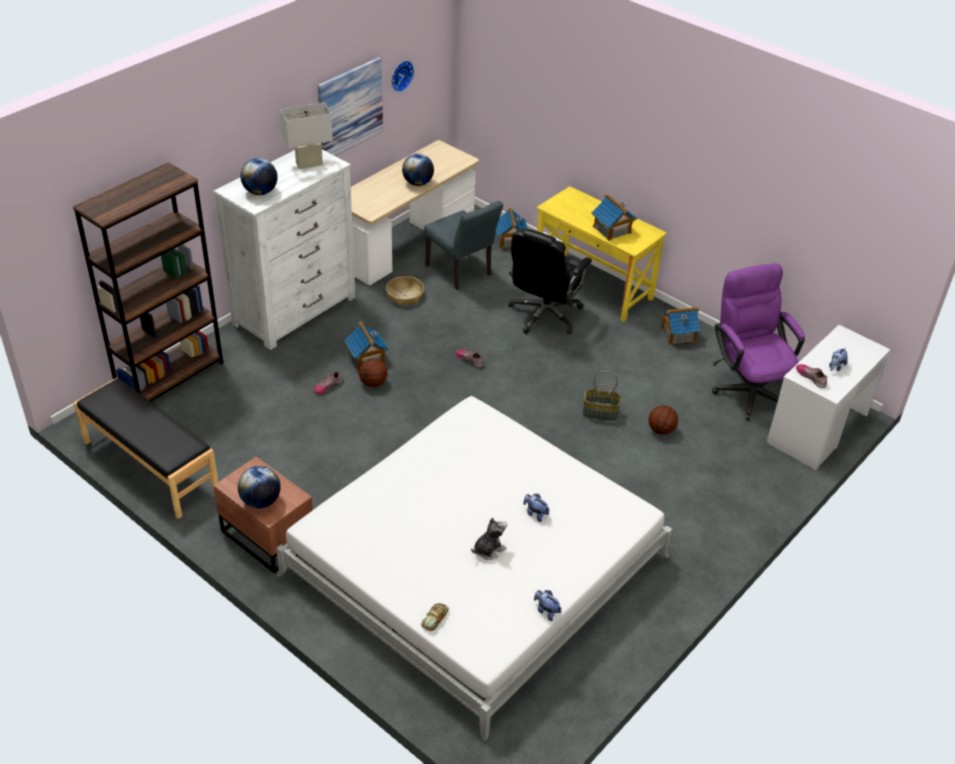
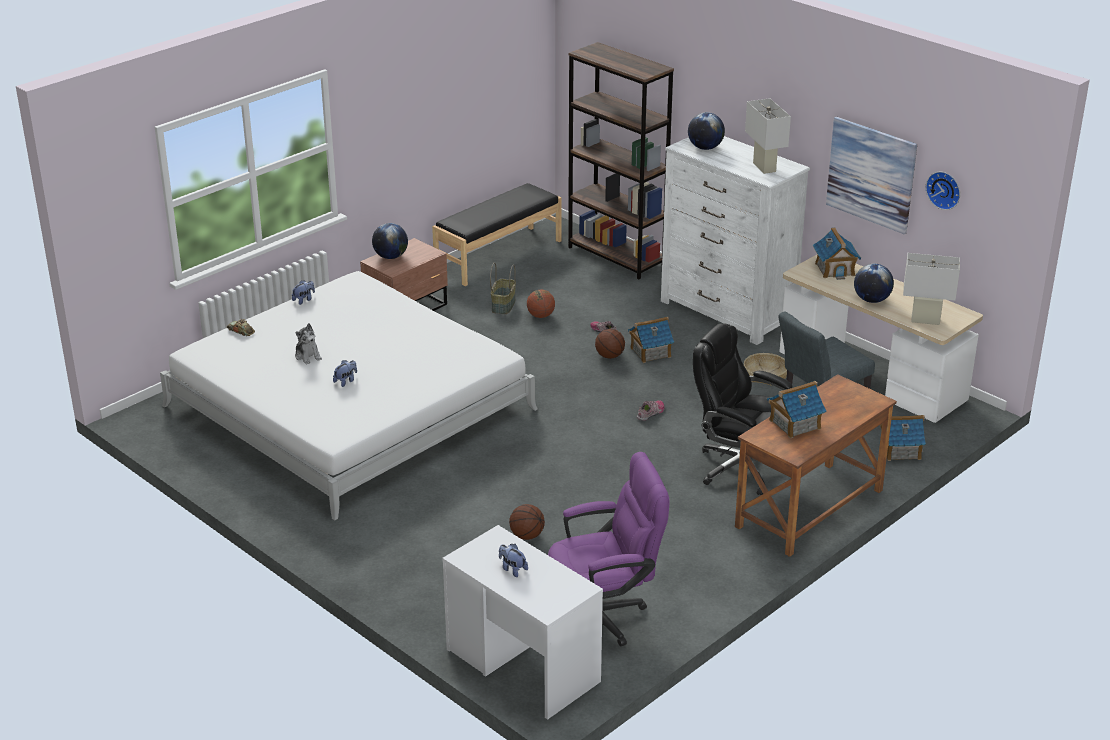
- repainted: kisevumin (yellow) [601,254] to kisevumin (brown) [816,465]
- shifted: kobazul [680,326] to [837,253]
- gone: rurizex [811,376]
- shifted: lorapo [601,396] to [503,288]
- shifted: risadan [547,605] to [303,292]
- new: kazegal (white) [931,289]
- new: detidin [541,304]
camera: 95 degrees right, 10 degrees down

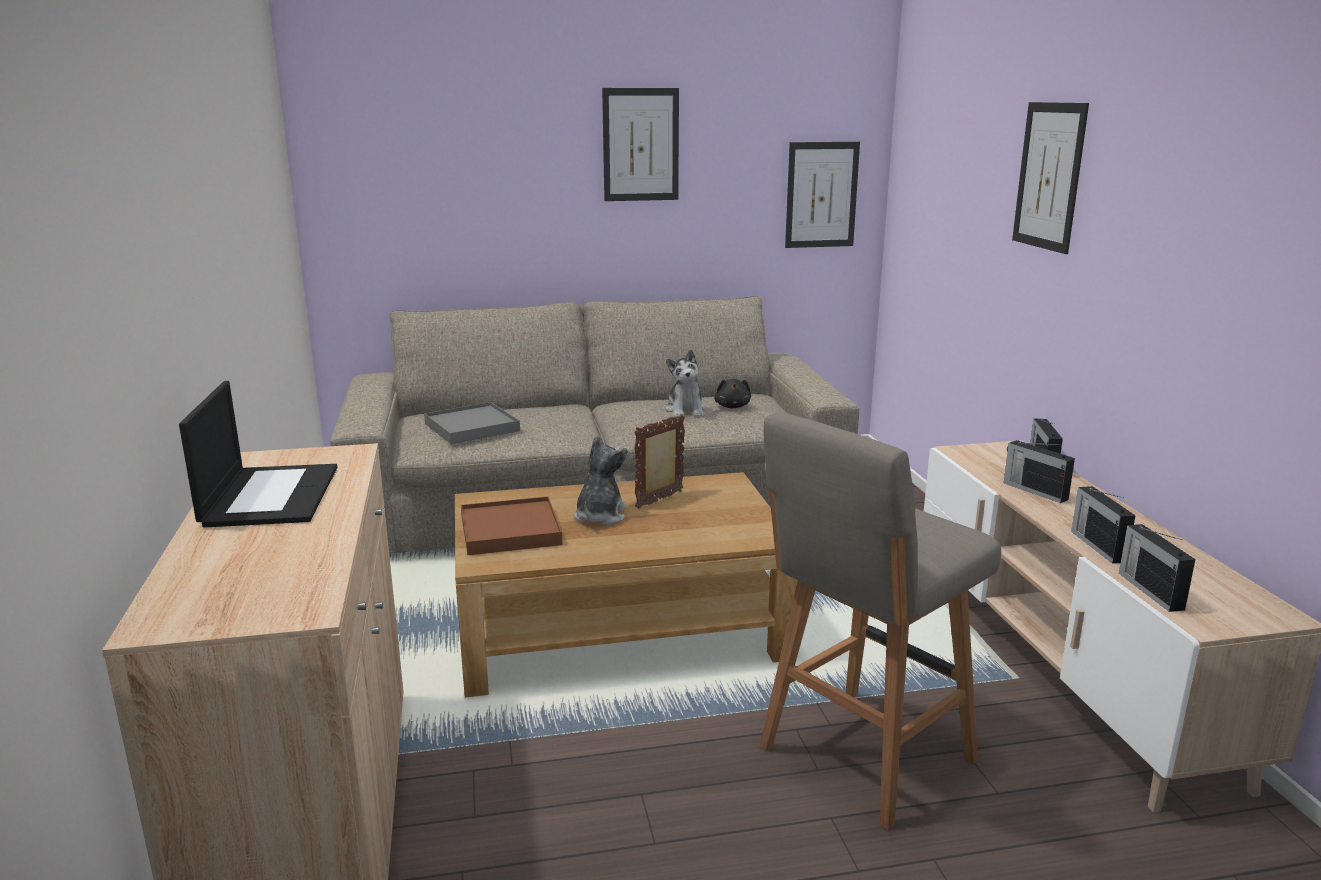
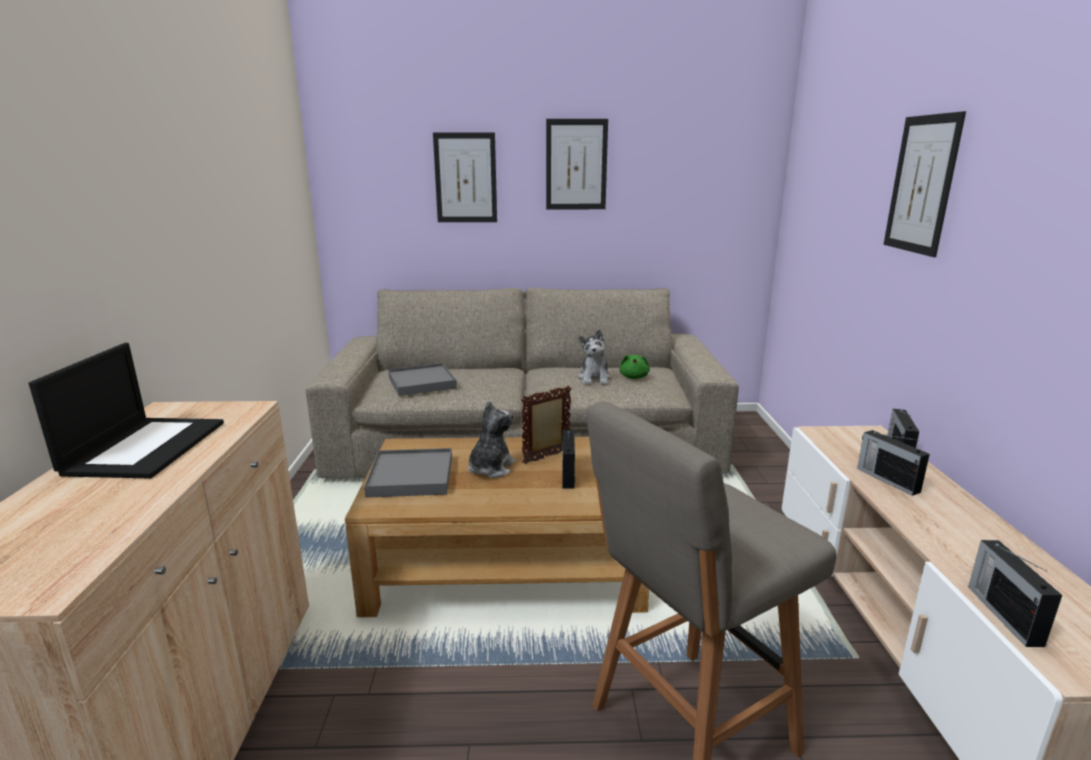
- shifted: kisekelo [822,195] to [465,177]
- repainted: risadan (black) [732,393] to risadan (green) [634,367]
- shifted: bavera [1103,525] to [568,459]
- repainted: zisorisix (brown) [511,525] to zisorisix (grey) [408,473]
camera: 10 degrees right, 0 degrees up

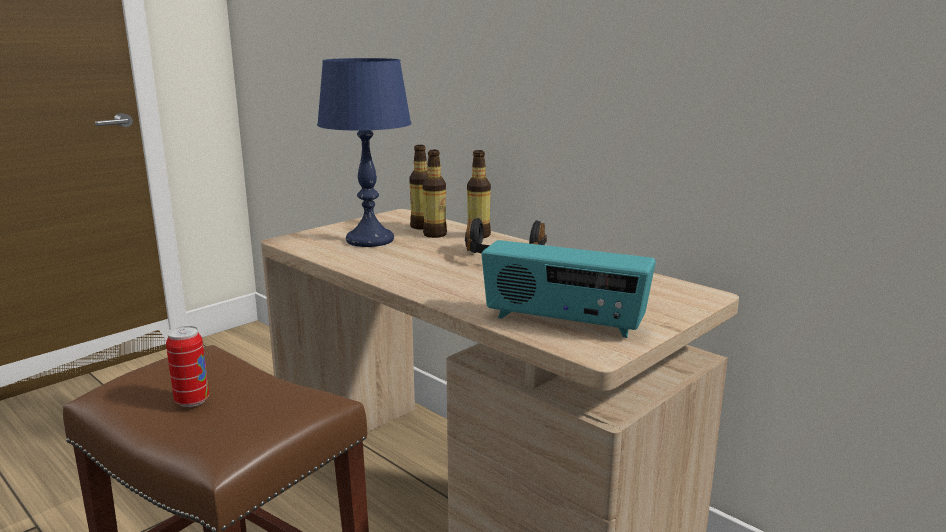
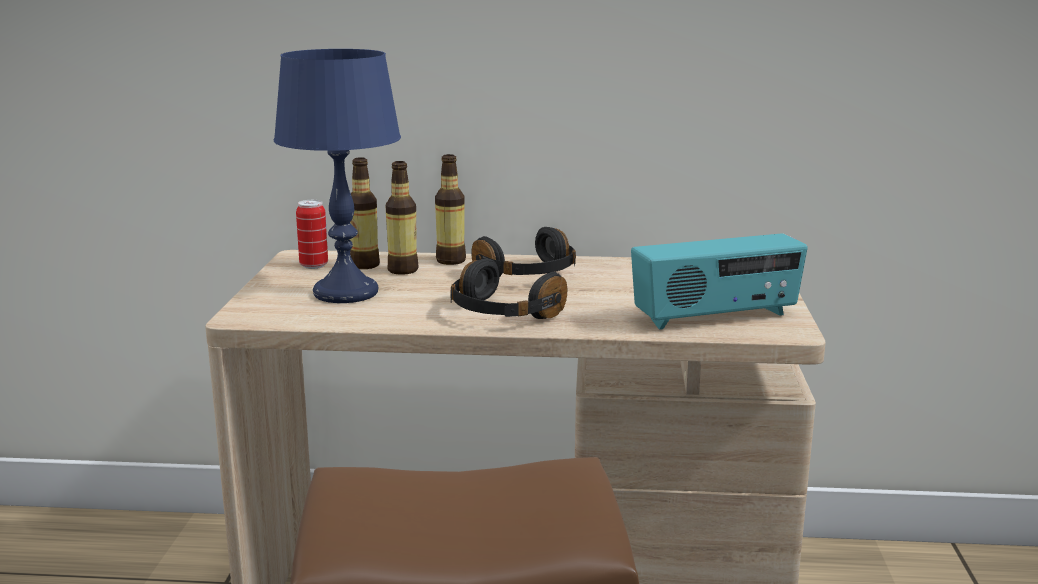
- shifted: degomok [187,366] to [312,234]
- new: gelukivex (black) [508,289]
camera: 40 degrees left, 0 degrees up

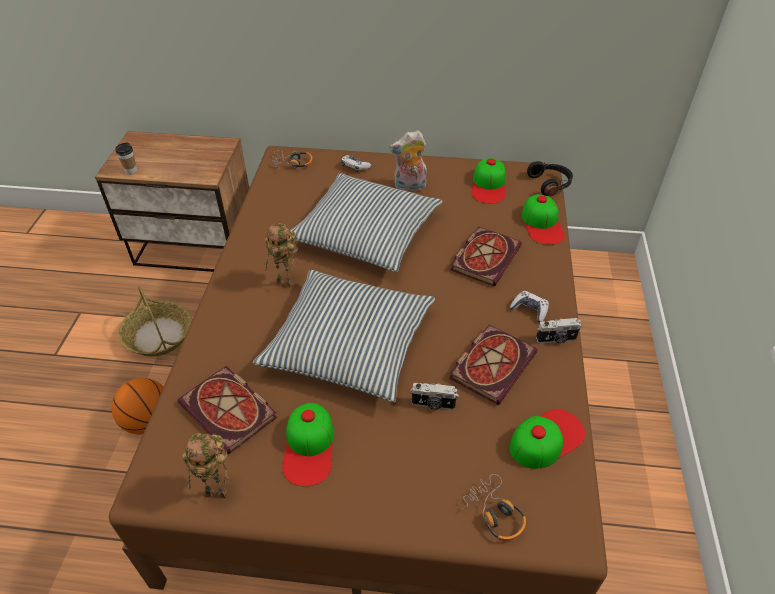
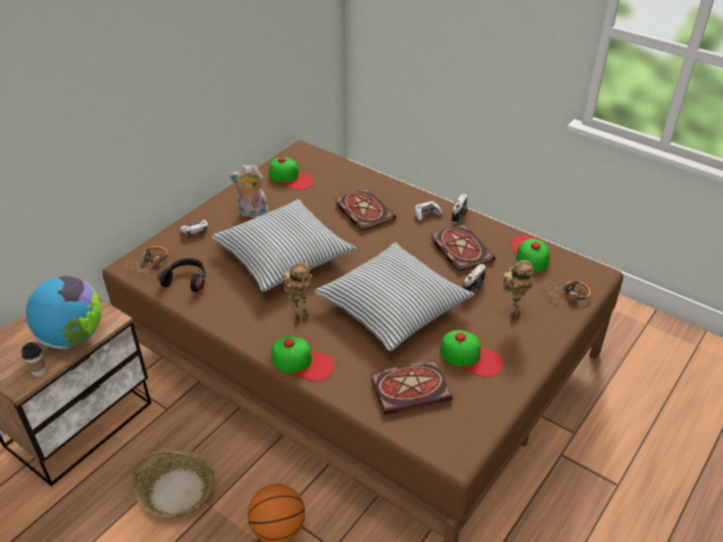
- rotated: risadan [408,160] = [250,191] 75 degrees clockwise
- shifted: gelukivex (black) [550,178] to [181,275]
- shifted: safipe [543,219] to [303,358]
- shifted: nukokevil [205,466] to [518,291]
- new: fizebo [64,312]
camera: 60 degrees left, 5 degrees down

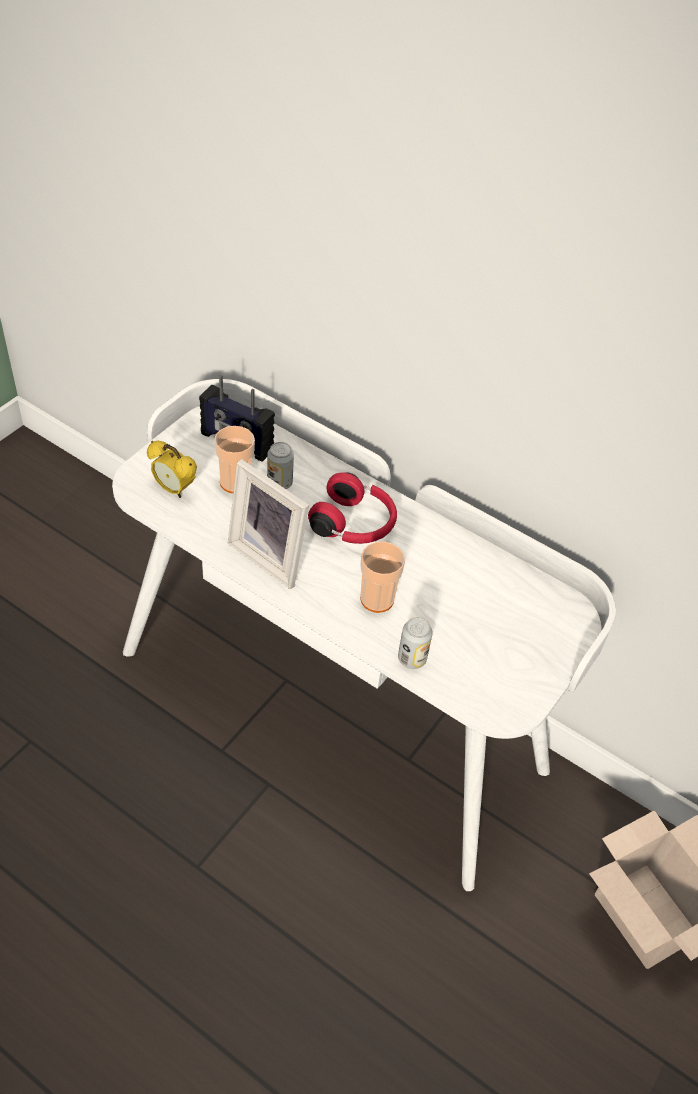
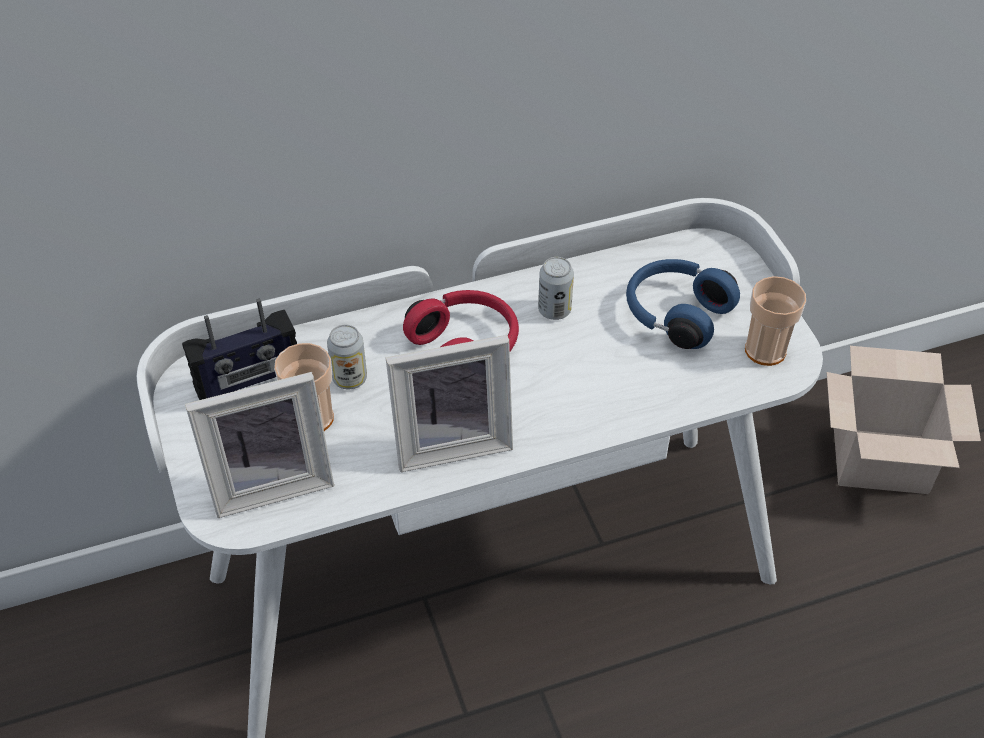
- swapped: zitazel [172,469] to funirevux [259,445]
- shifted: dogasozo [382,577] to [775,321]
- shifted: degomok [415,643] to [556,288]
- new: gelukivex (blue) [683,304]
camera: 50 degrees left, 0 degrees up

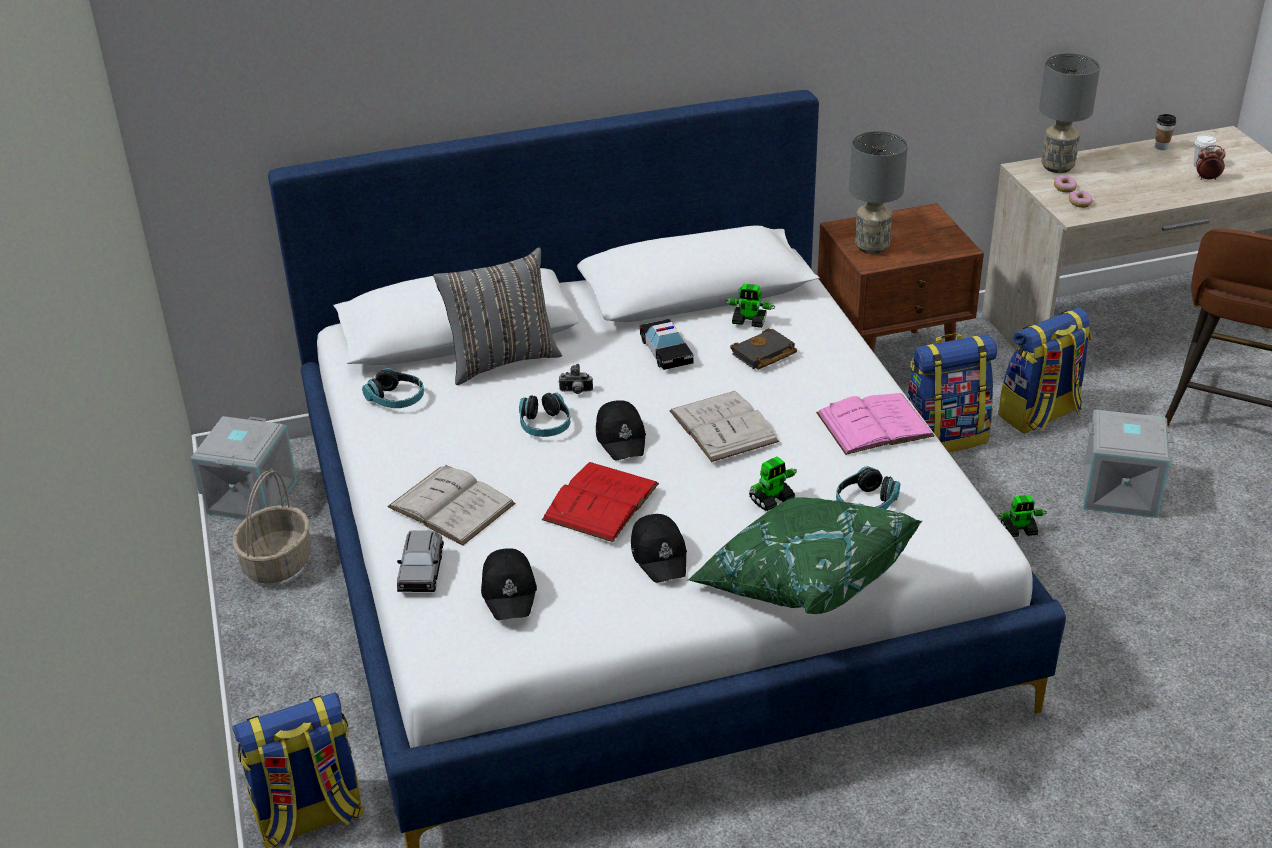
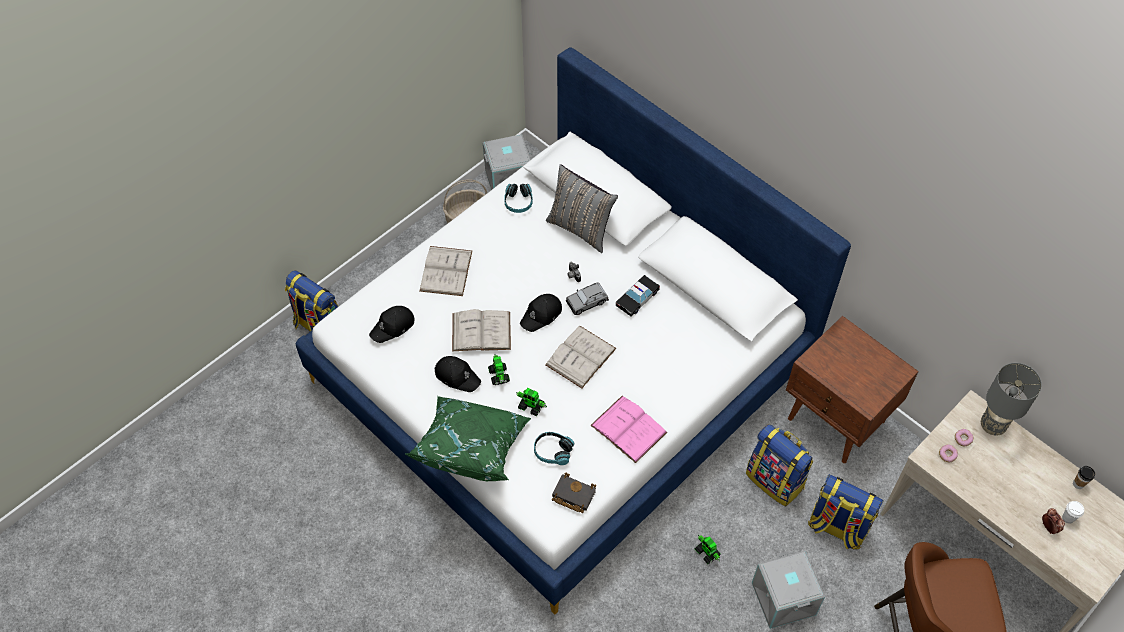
- gone: kazegal (grey) [878,192]
- shifted: nukokevil [750,306] to [499,369]
- shifted: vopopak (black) [763,349] to [574,493]
- gone: gelukivex [545,415]
- repainted: vopopak (red) [600,502] to vopopak (white) [481,330]
- rotated: safipe (black) [659,548] = [457,374] 105 degrees counterclockwise
- shifted: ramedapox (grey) [420,561] to [587,299]
camera: 60 degrees right, 20 degrees up

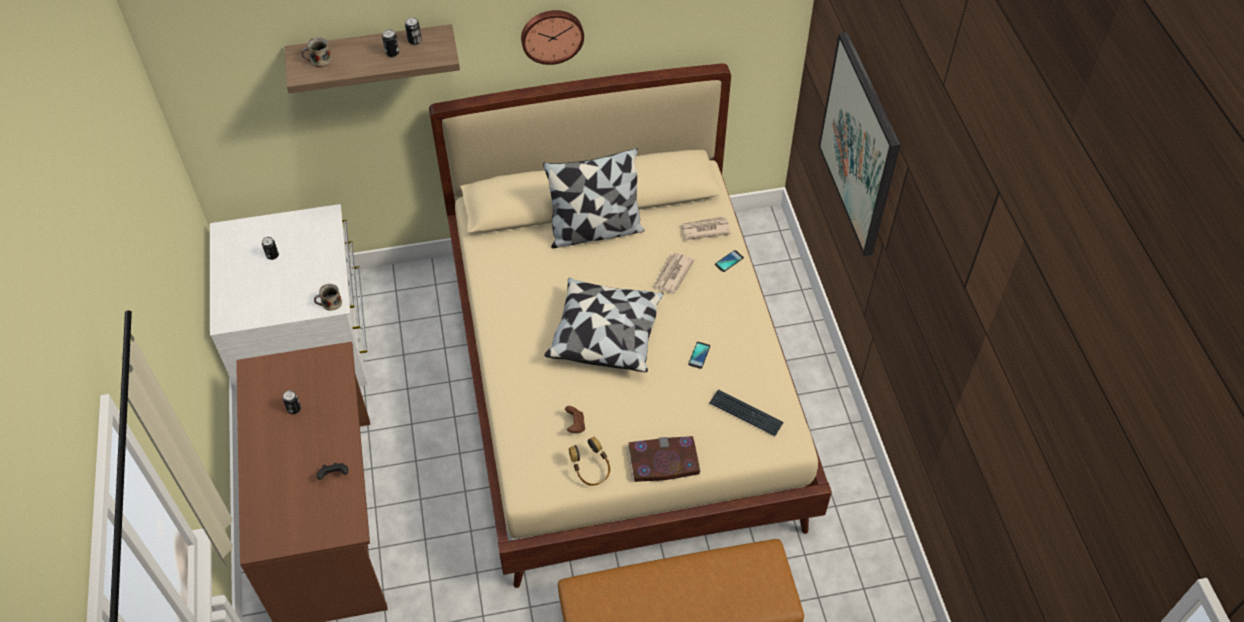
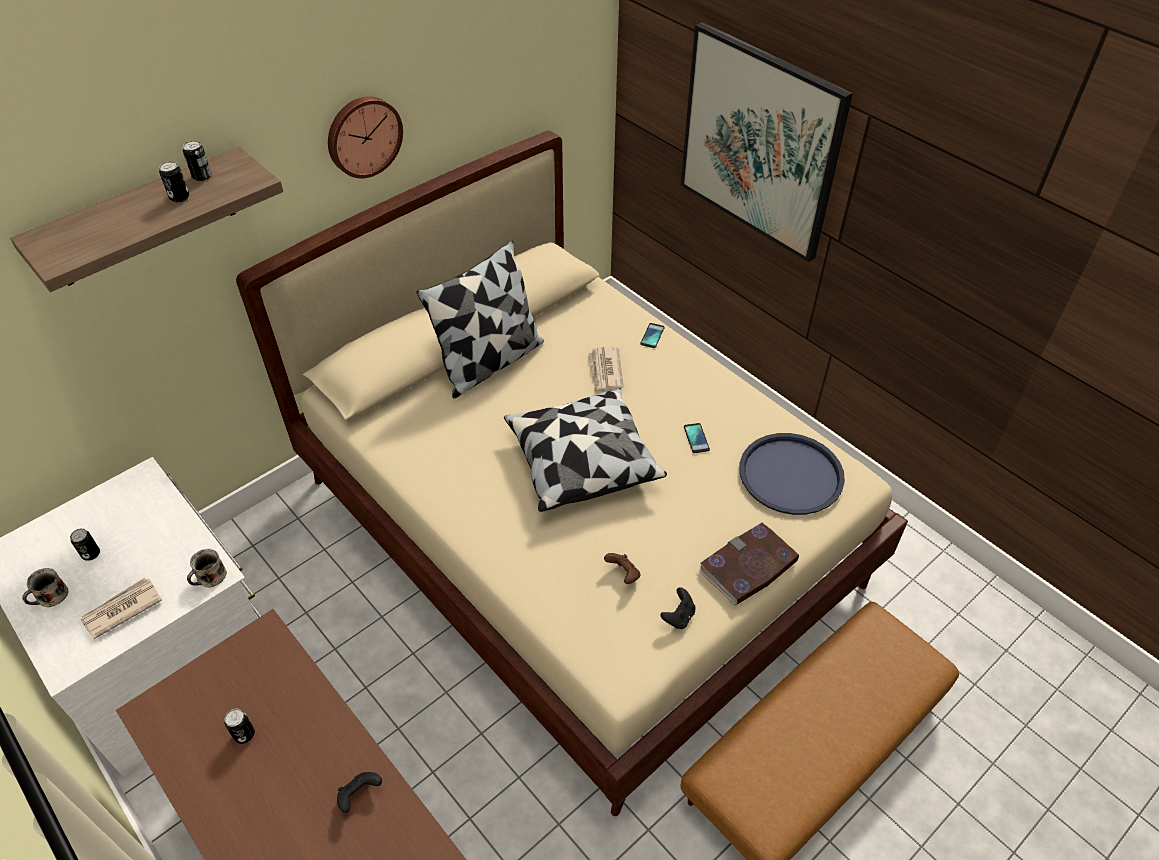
- shifted: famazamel [316,52] to [45,587]
- shifted: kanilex [705,228] to [121,608]
- swapped: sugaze [746,413] to zisorisix (blue) [792,474]
- swapped: gelukivex [589,461] to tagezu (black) [678,608]
camera: 30 degrees left, 5 degrees down

